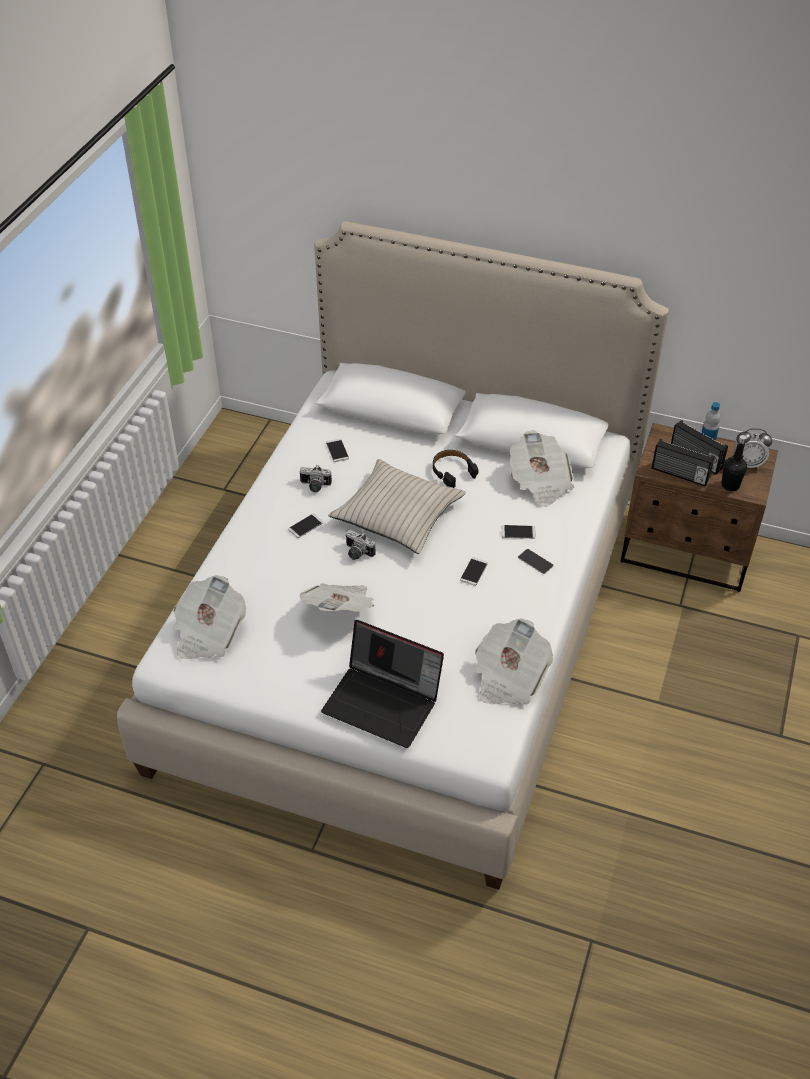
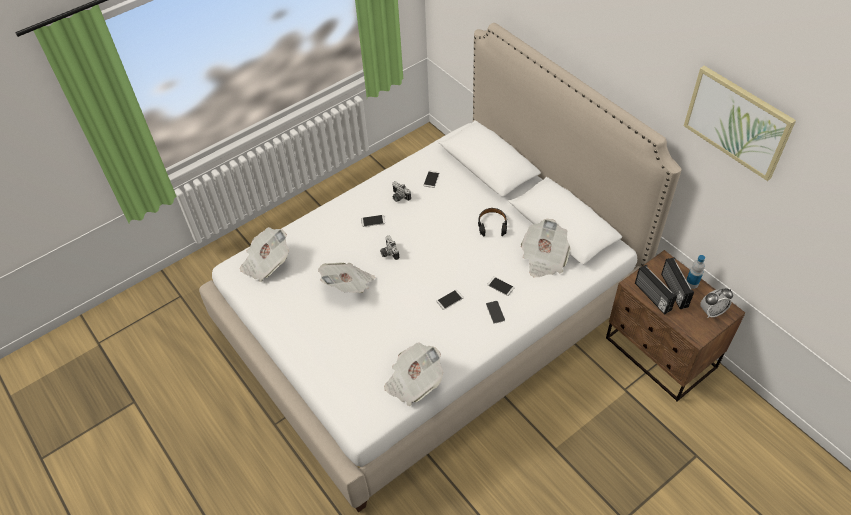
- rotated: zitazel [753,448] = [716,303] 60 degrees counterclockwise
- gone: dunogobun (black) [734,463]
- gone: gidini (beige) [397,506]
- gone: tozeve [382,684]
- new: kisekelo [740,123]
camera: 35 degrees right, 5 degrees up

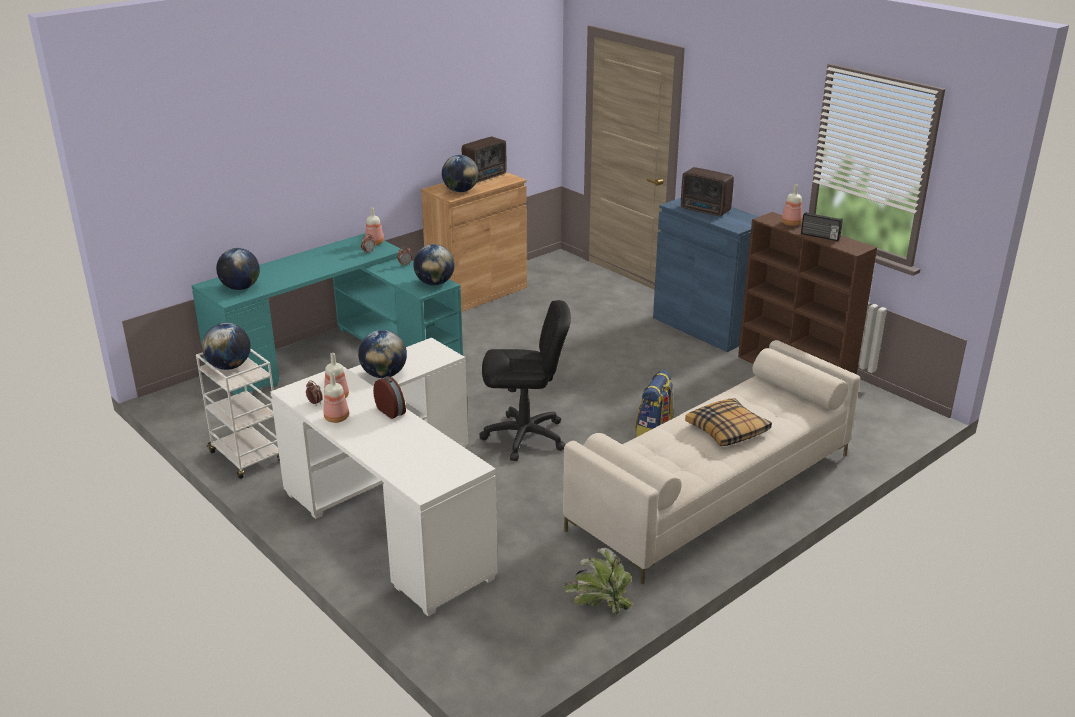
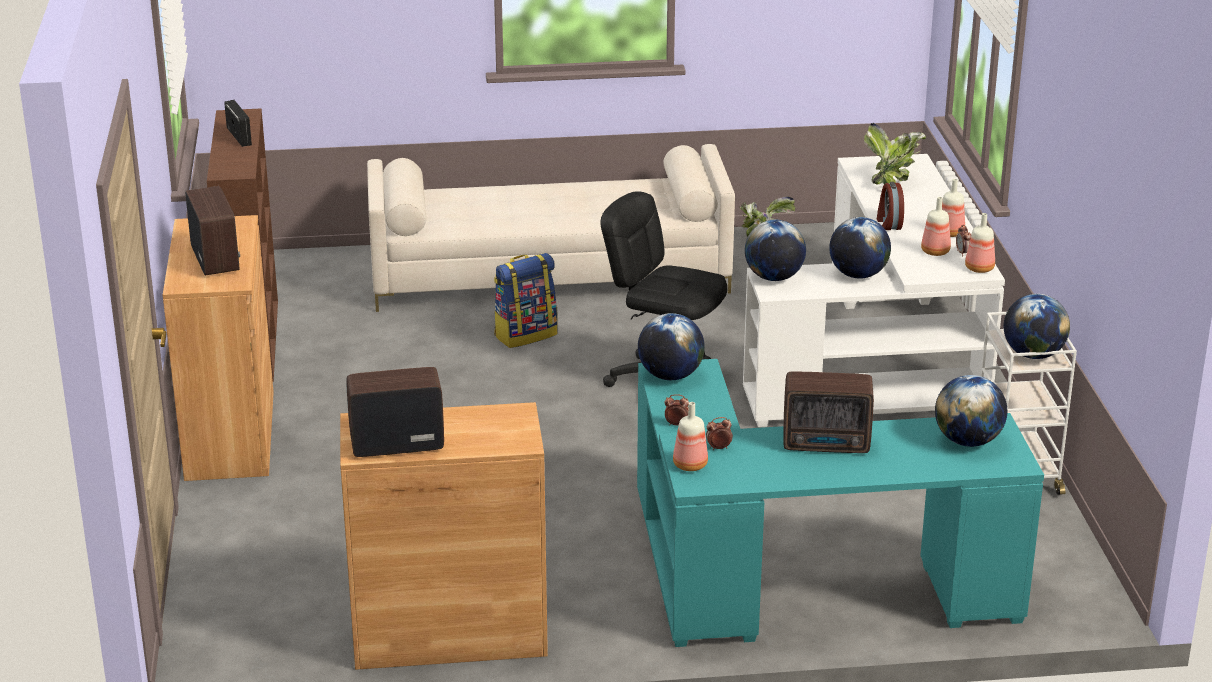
- shifted: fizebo [460,173] to [775,250]
- shifted: dunogobun [792,205] to [980,243]
- repainted: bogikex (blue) [706,275] to bogikex (brown) [218,348]
- gone: gidini [728,422]
- new: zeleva [895,154]
- new: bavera [828,412]
camera: 145 degrees left, 0 degrees up

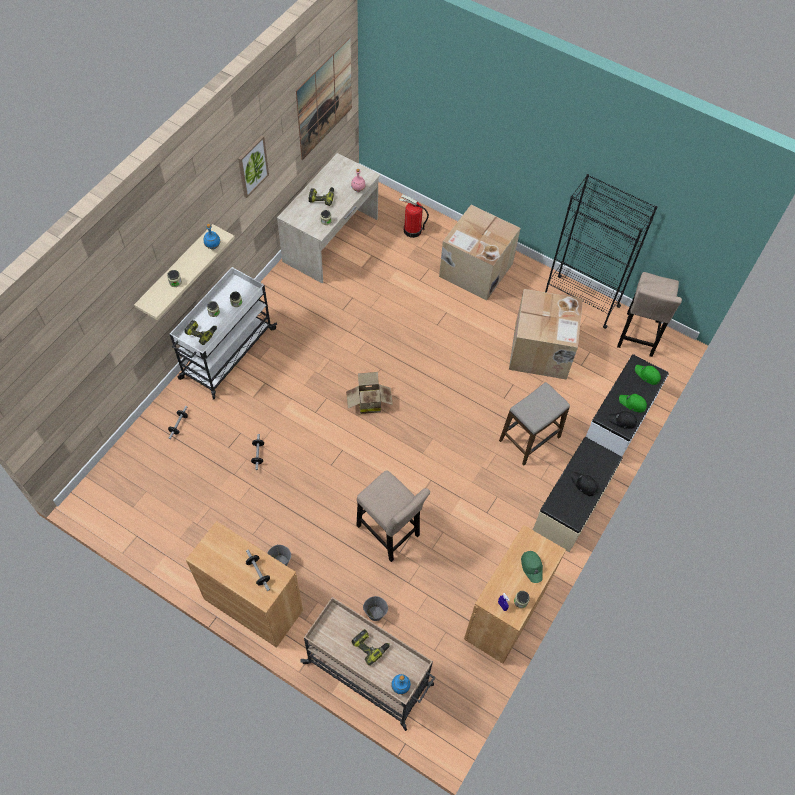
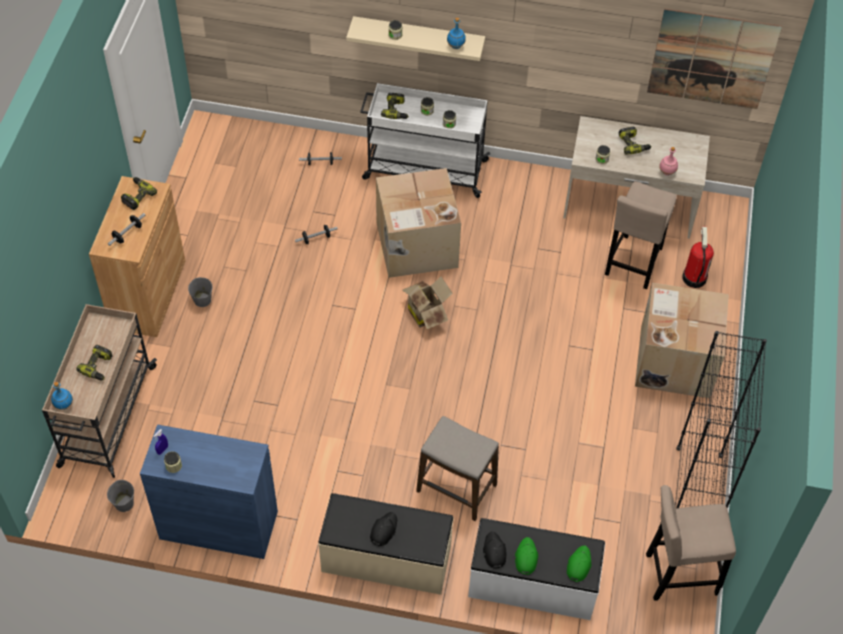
- gone: kisekelo [253,166]
- shifted: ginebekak [546,334] to [418,223]
- shifted: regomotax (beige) [393,516] to [641,235]
- repainted: bogikex (brown) [515,594] to bogikex (blue) [209,491]
- gone: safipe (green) [532,567]
- shifted: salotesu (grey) [375,608] to [120,496]
- new: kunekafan [139,193]
camera: 70 degrees right, 5 degrees down

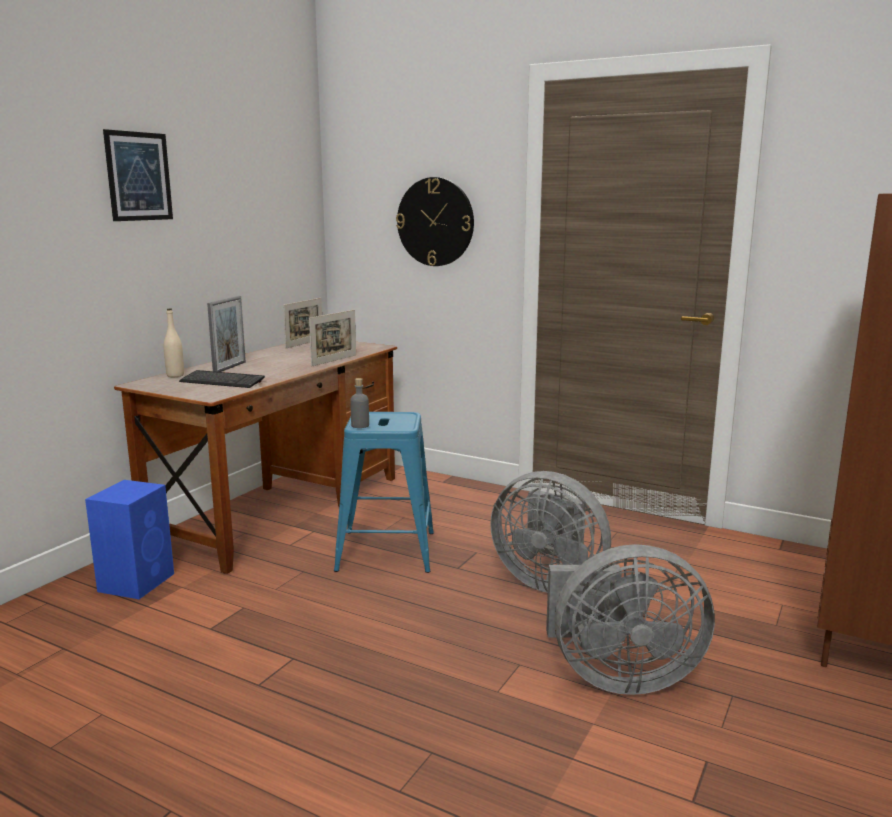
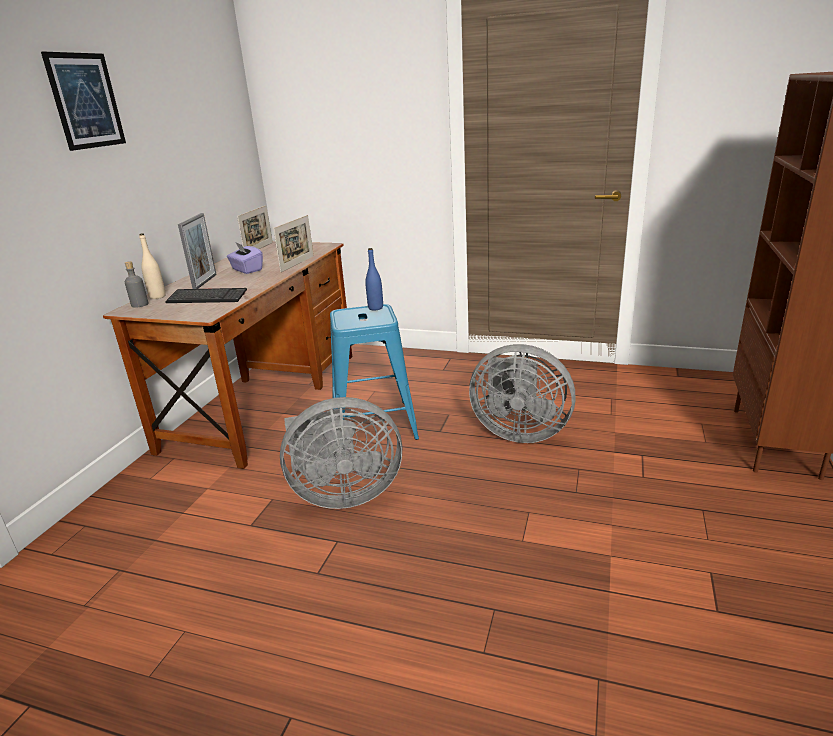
- gone: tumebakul [435,221]
- shifted: dunogobun (grey) [359,403] to [136,284]
- gone: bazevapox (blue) [129,539]
- shifted: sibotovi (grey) [630,619] to [341,453]
- new: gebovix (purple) [245,258]
- new: dunogobun (blue) [374,279]
camera: 10 degrees left, 10 degrees up

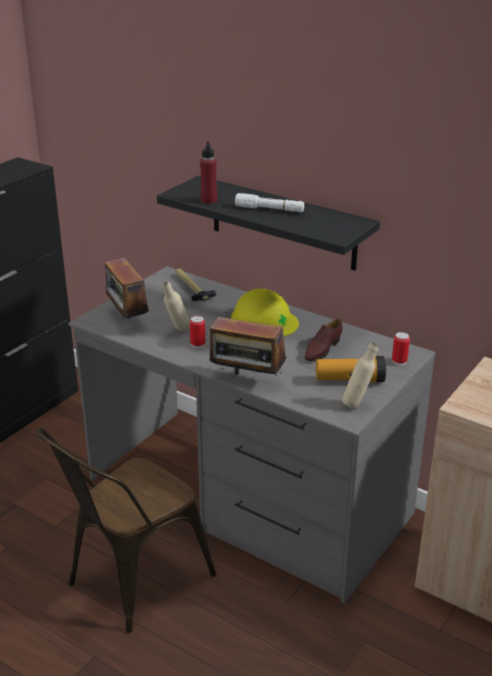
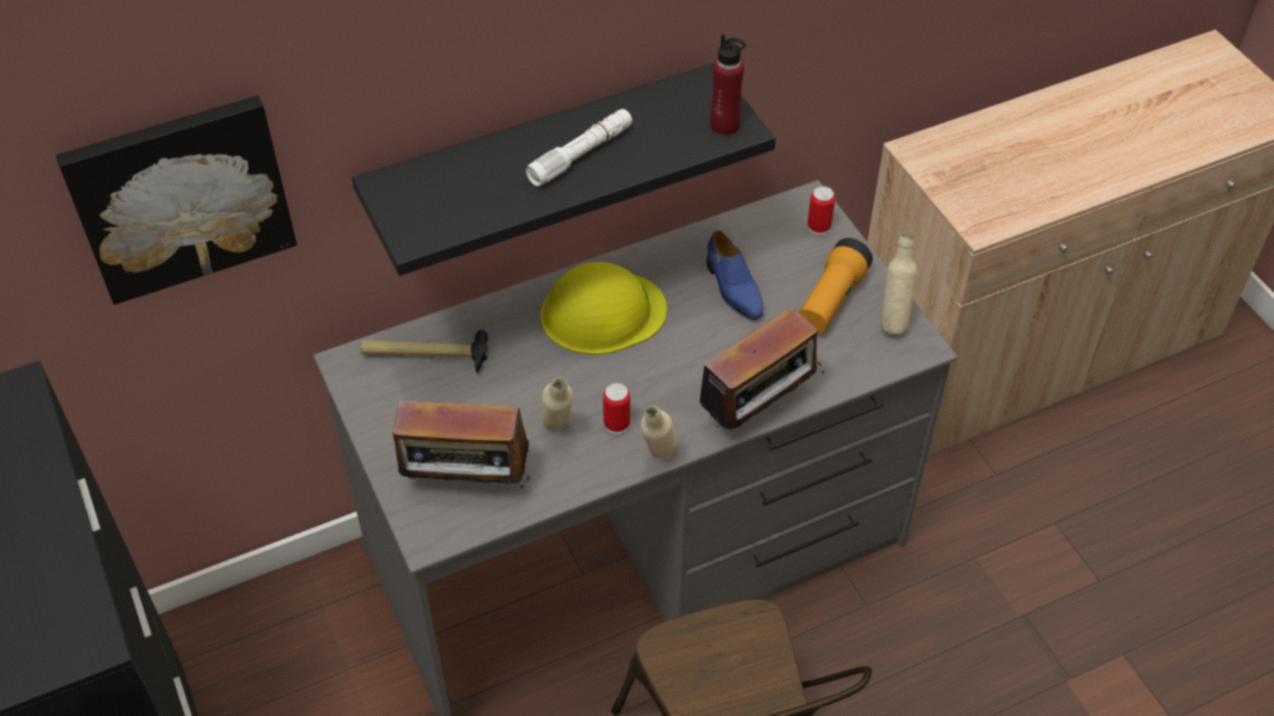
- shifted: dunogobun (red) [208,172] to [728,84]
- repainted: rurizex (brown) [324,339] to rurizex (blue) [735,275]
- new: kisekelo [176,200]
- new: dunogobun (beige) [659,432]
camera: 60 degrees left, 20 degrees up

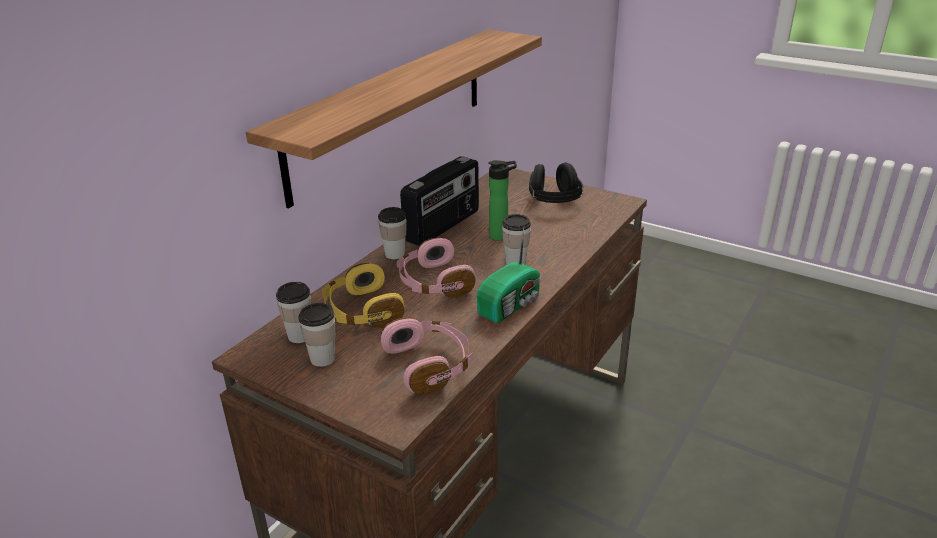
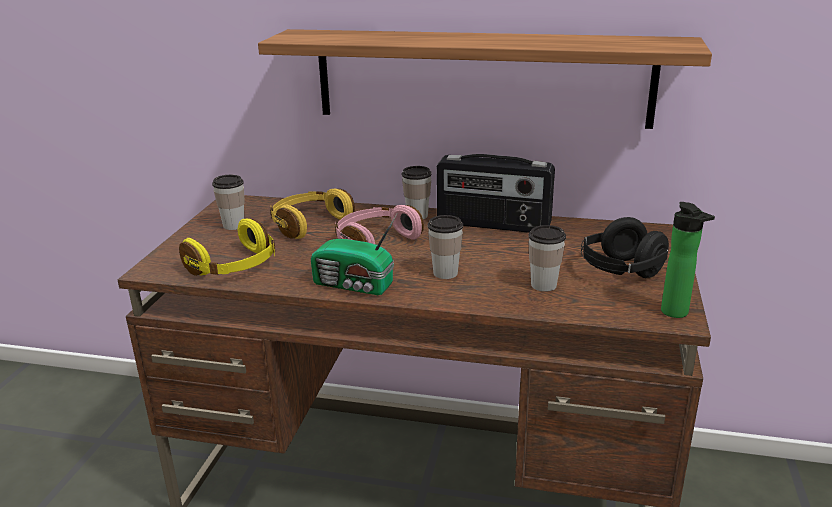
- shifted: dunogobun [502,200] to [688,260]
- shifted: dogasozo [293,312] to [547,258]
- repainted: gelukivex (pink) [427,356] to gelukivex (yellow) [227,247]
camera: 70 degrees right, 5 degrees down

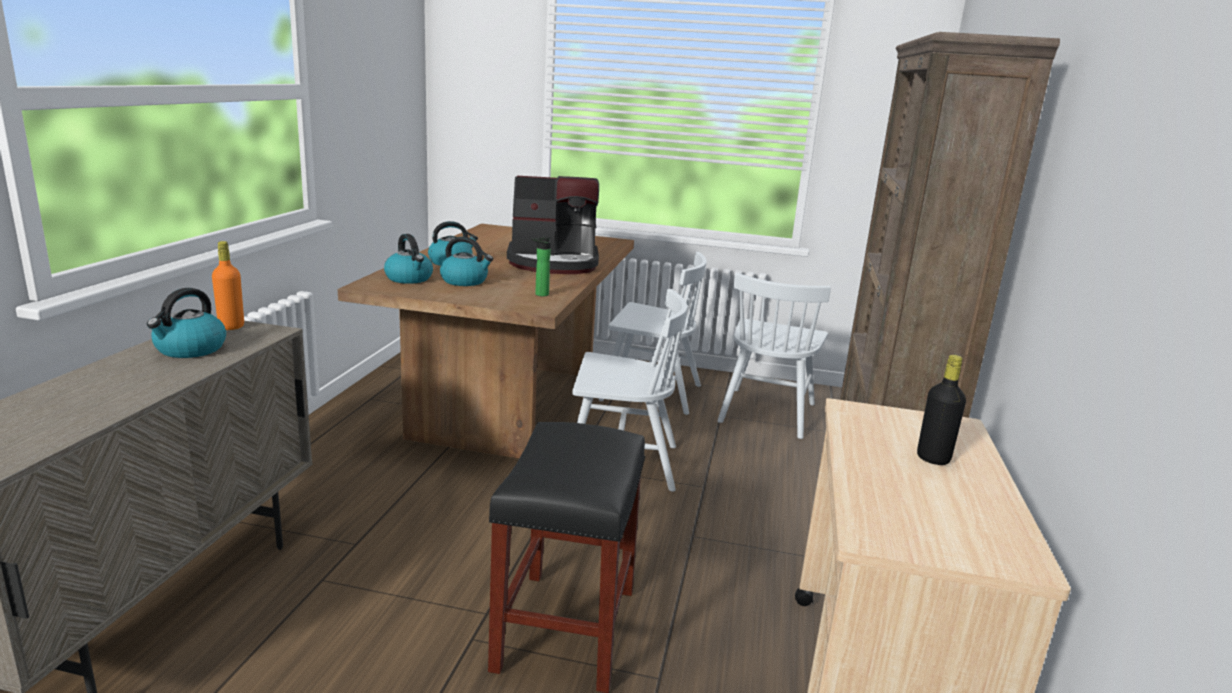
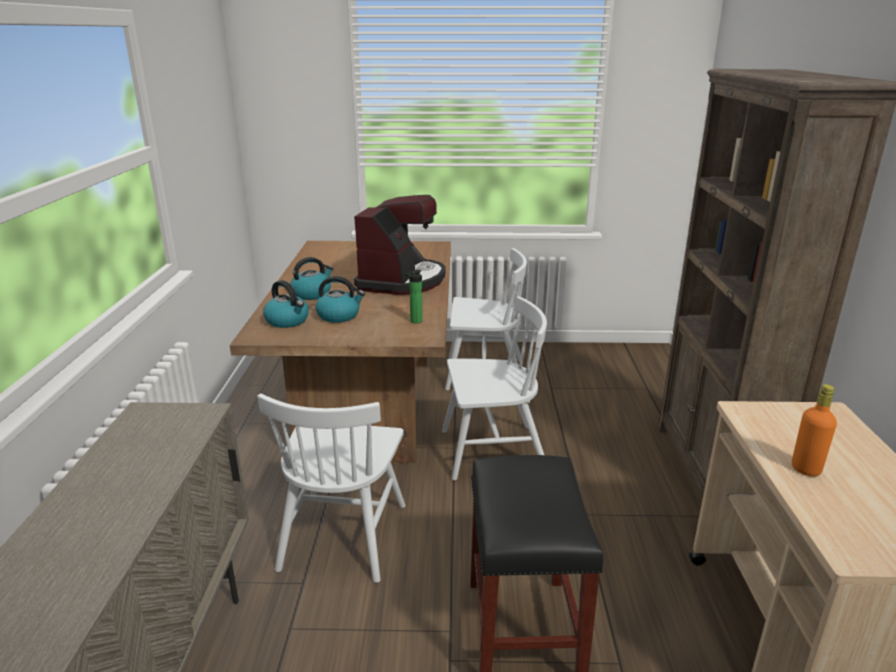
- rotated: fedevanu [553,225] = [400,245] 60 degrees counterclockwise
- shifted: dunogobun (orange) [228,285] to [814,430]
- shifted: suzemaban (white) [774,356] to [331,488]
- gone: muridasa [186,323]
- gone: dunogobun (black) [941,410]
camera: 10 degrees left, 5 degrees up

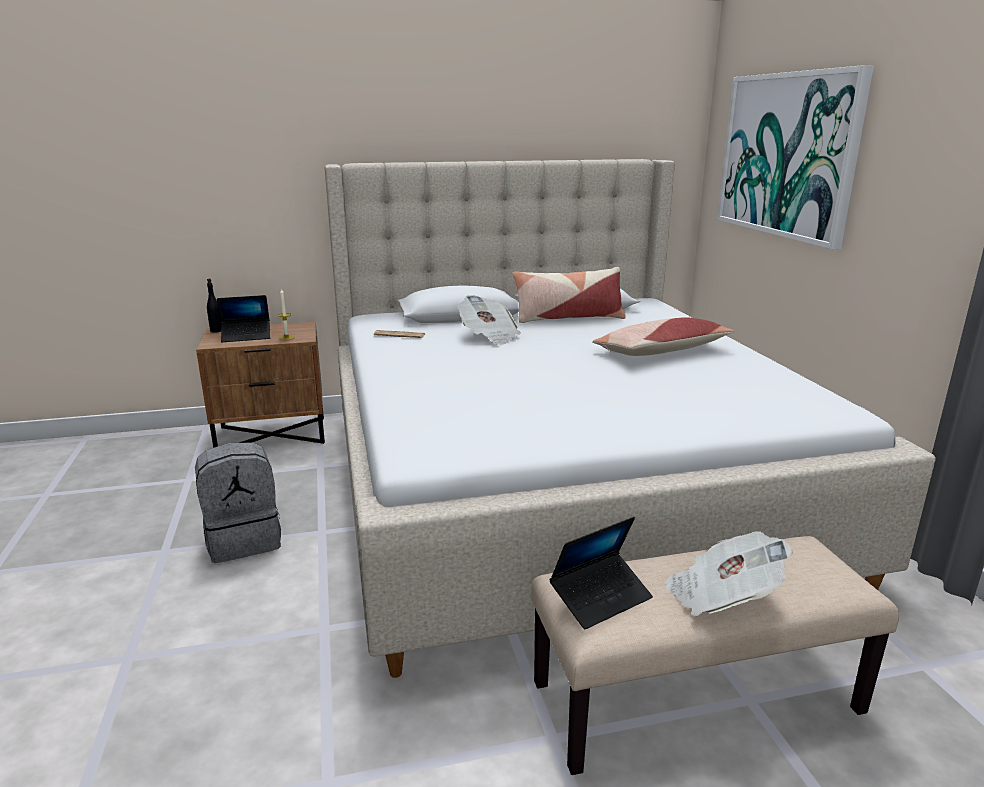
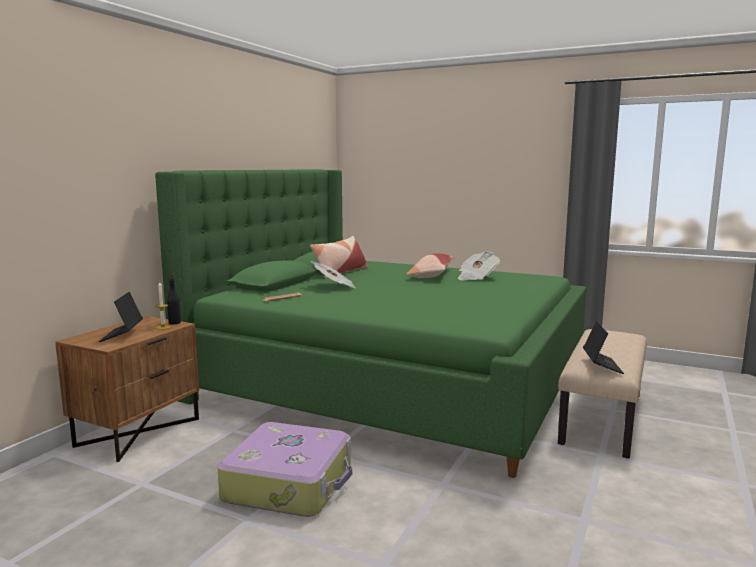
- gone: kisekelo [795,157]
- repainted: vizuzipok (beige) [630,418] to vizuzipok (green) [370,323]
- shifted: dunogobun (black) [214,306] to [174,299]
- rotated: tozeve [244,318] = [121,317] 150 degrees clockwise
- swapped: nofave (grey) [238,502] to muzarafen [284,469]
- shifted: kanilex [729,574] to [479,265]
camera: 50 degrees left, 10 degrees down

